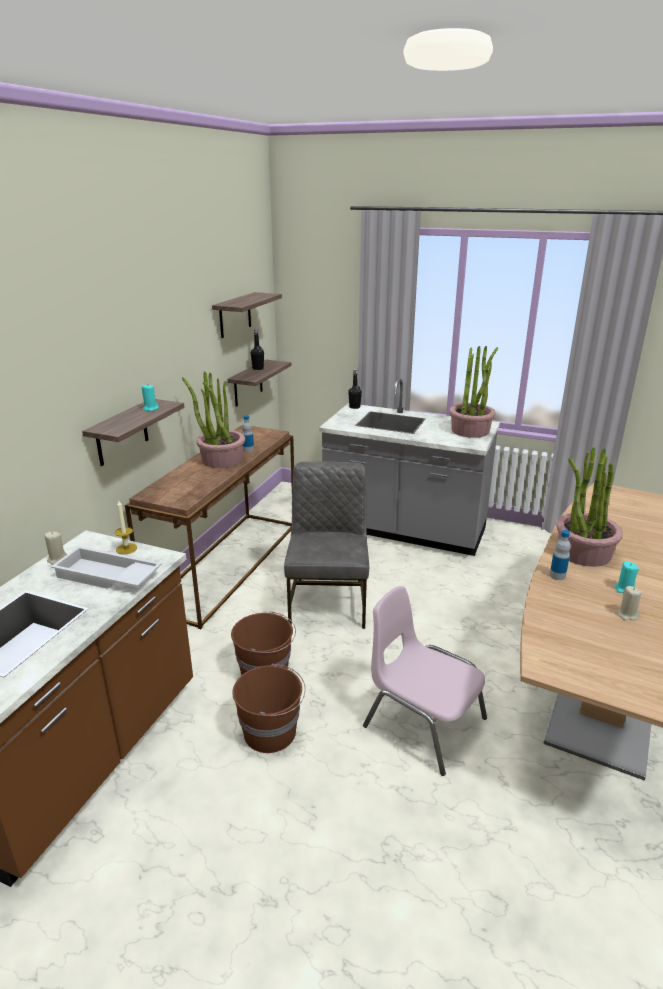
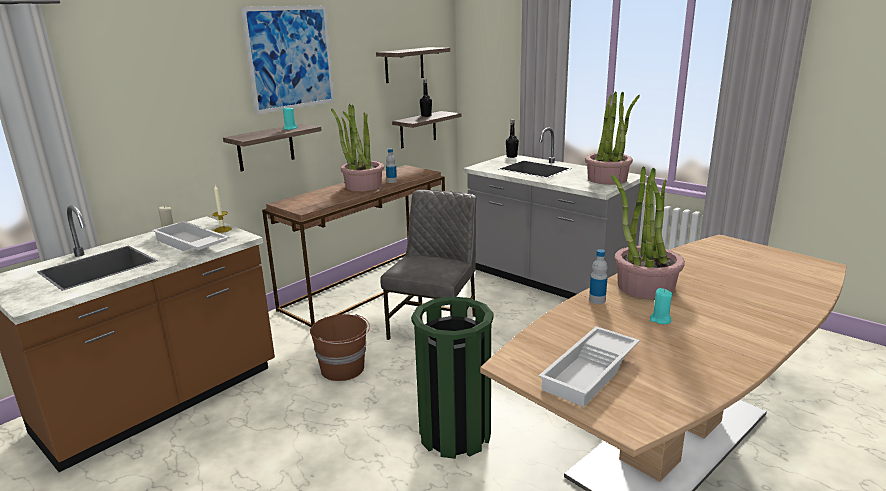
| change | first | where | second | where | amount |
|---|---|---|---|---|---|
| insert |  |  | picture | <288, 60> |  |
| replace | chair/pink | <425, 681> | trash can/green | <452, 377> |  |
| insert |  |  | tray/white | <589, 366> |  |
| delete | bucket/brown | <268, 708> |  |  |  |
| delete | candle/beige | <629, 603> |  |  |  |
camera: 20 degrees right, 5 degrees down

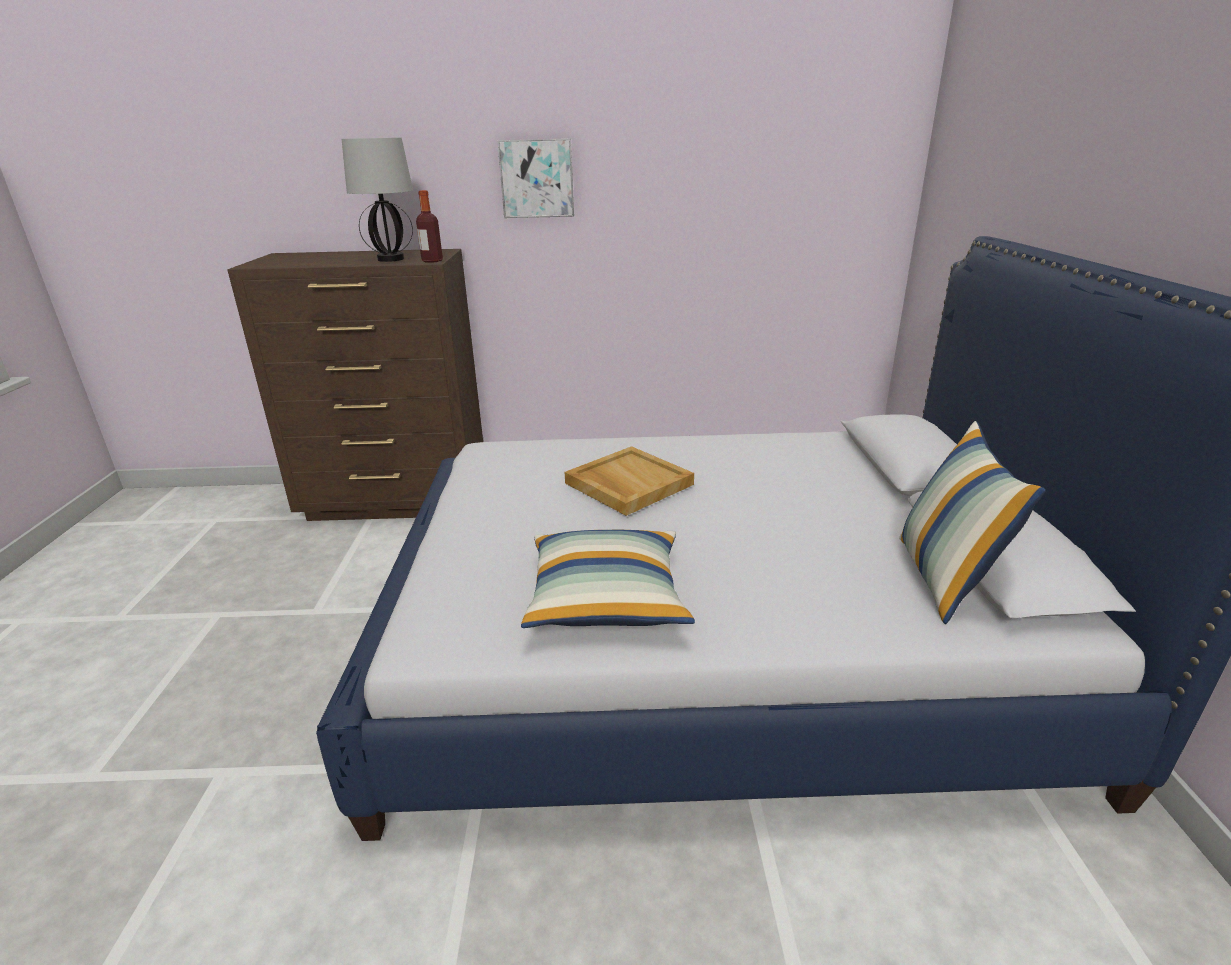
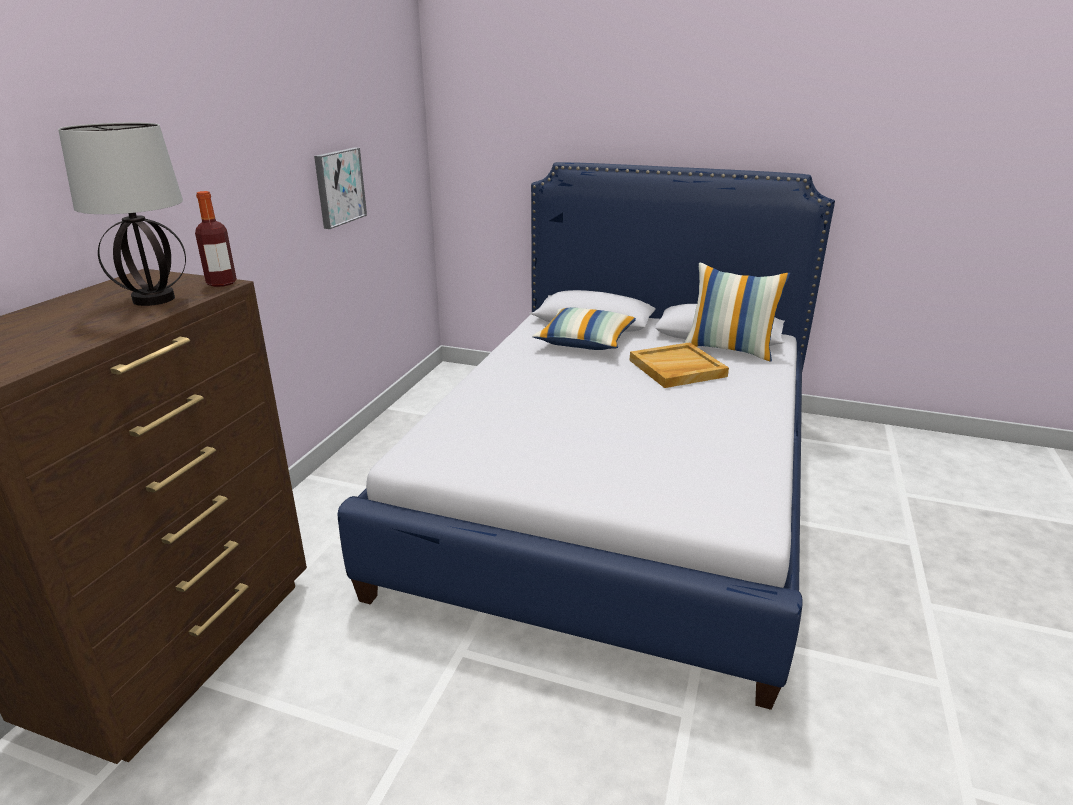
| change | first | where | second | where | amount |
|---|---|---|---|---|---|
| move | picture | <536, 178> |  | <340, 188> |  |
| move | pillow | <608, 579> |  | <584, 329> |  |
| move | tray/beige | <629, 481> |  | <679, 365> |  |
camera: 70 degrees left, 0 degrees up

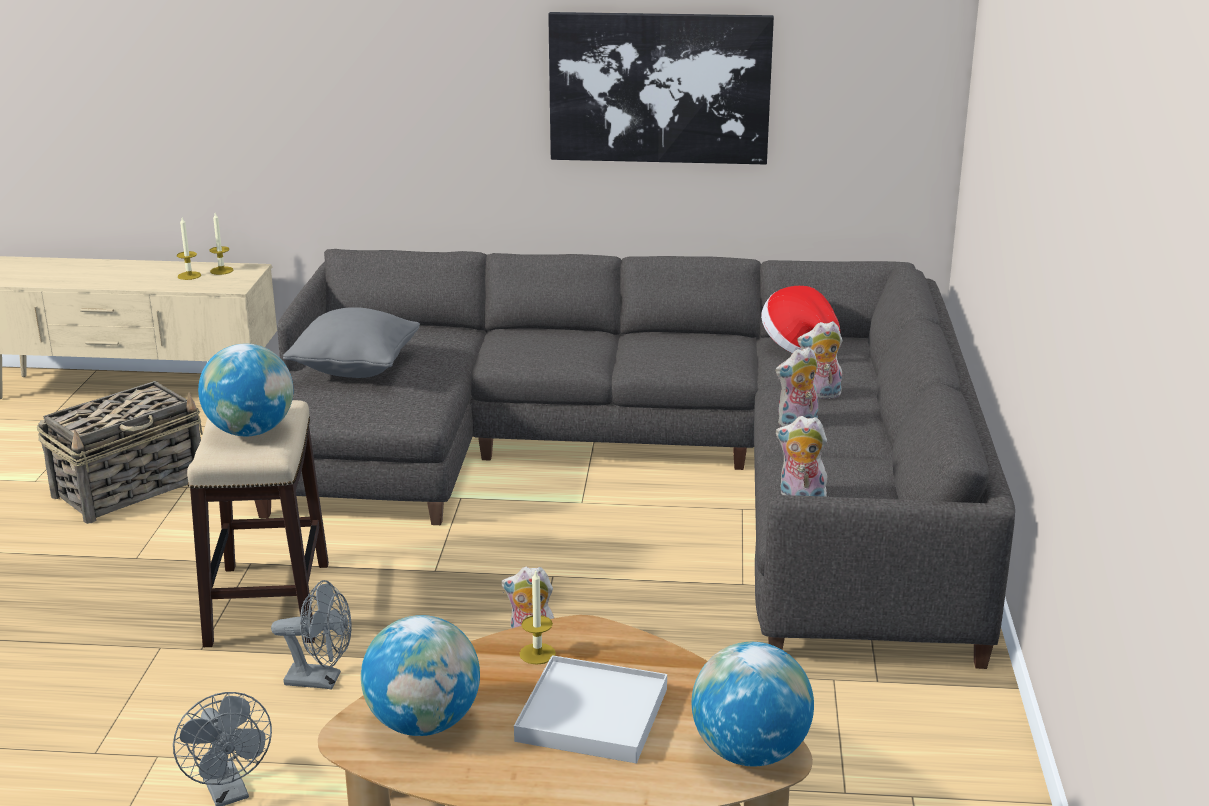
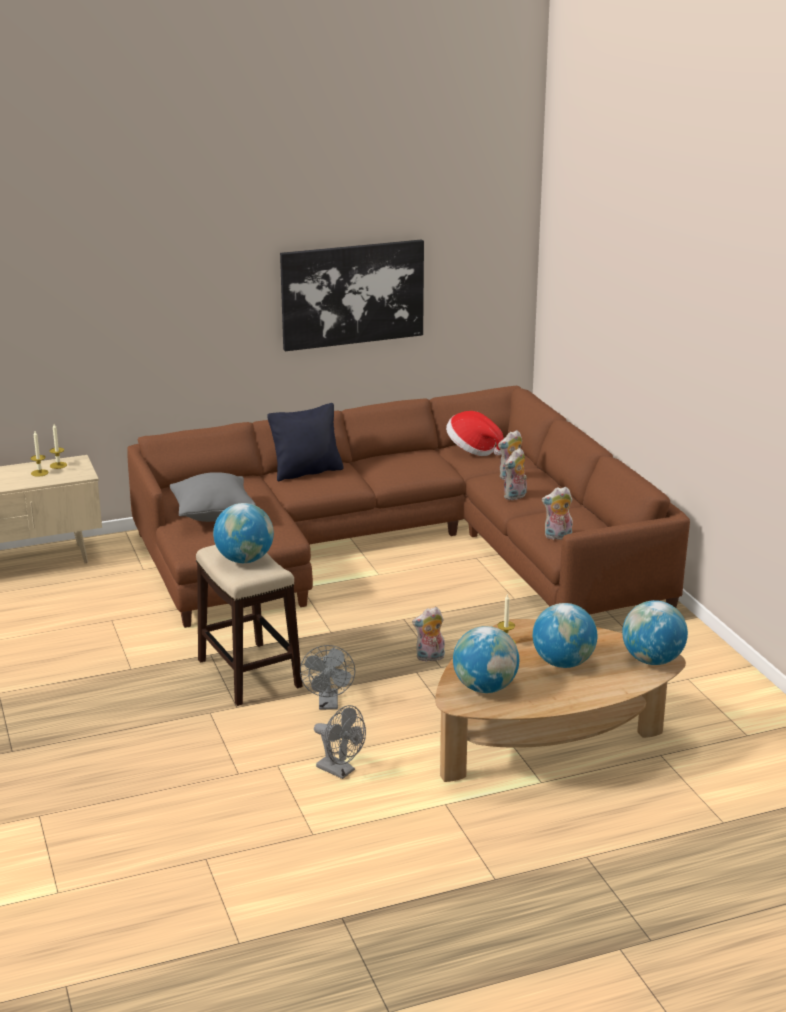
| change | first | where | second | where | amount |
|---|---|---|---|---|---|
| recolor | sofa/grey | <635, 459> | sofa/brown | <408, 507> |  |
| insert |  |  | pillow/black | <305, 442> |  |
| rotate | fan/grey | <311, 634> |  | <327, 677> | 105 degrees clockwise |
| replace | tray/white | <590, 709> | globe | <565, 635> |  |
| delete | basket | <120, 452> |  |  |  |
camera: 25 degrees left, 0 degrees up

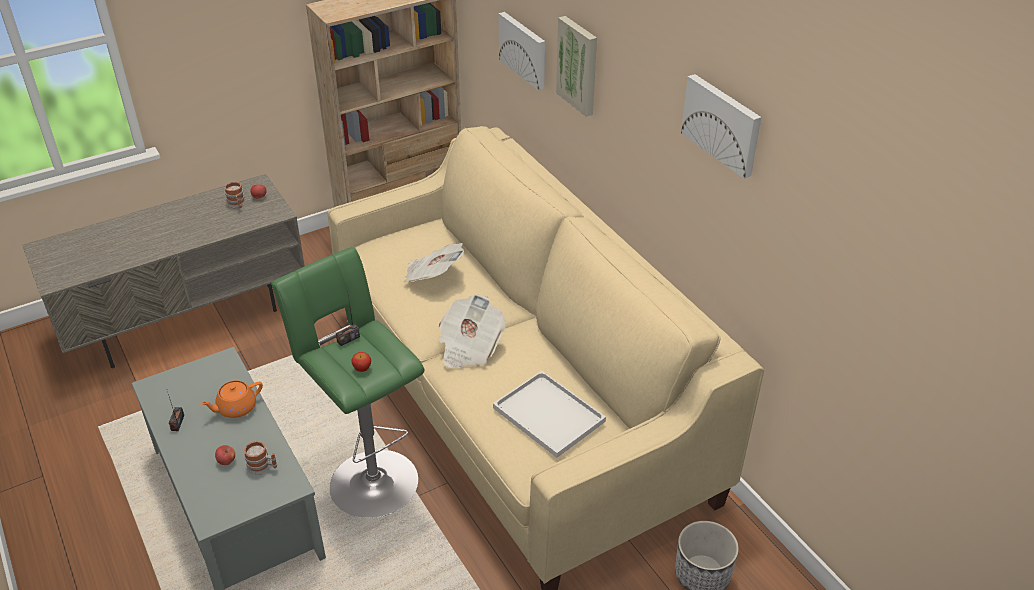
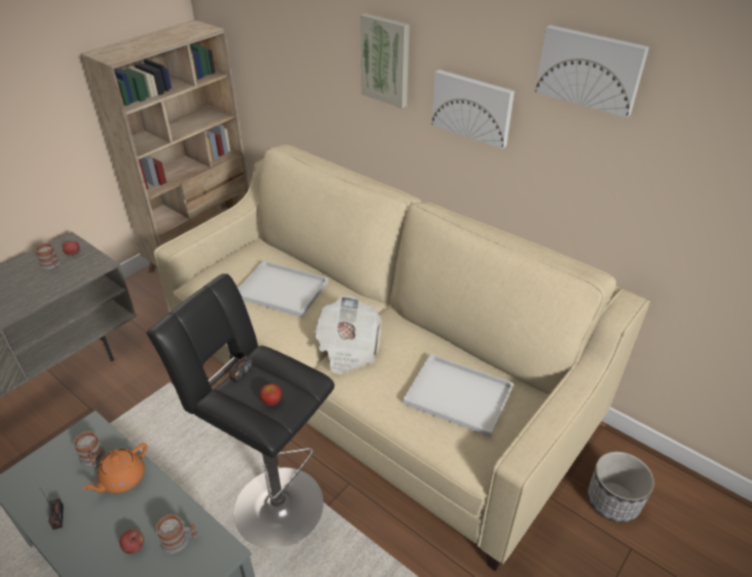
| change | first | where | second | where | amount |
|---|---|---|---|---|---|
| insert |  |  | mug | <89, 449> |  |
| recolor | stool/green | <348, 382> | stool/black | <240, 411> |  |
| replace | newspaper | <434, 262> | tray/white | <283, 289> |  |
| move | picture | <522, 51> |  | <473, 109> |  |
camera: 20 degrees left, 0 degrees up

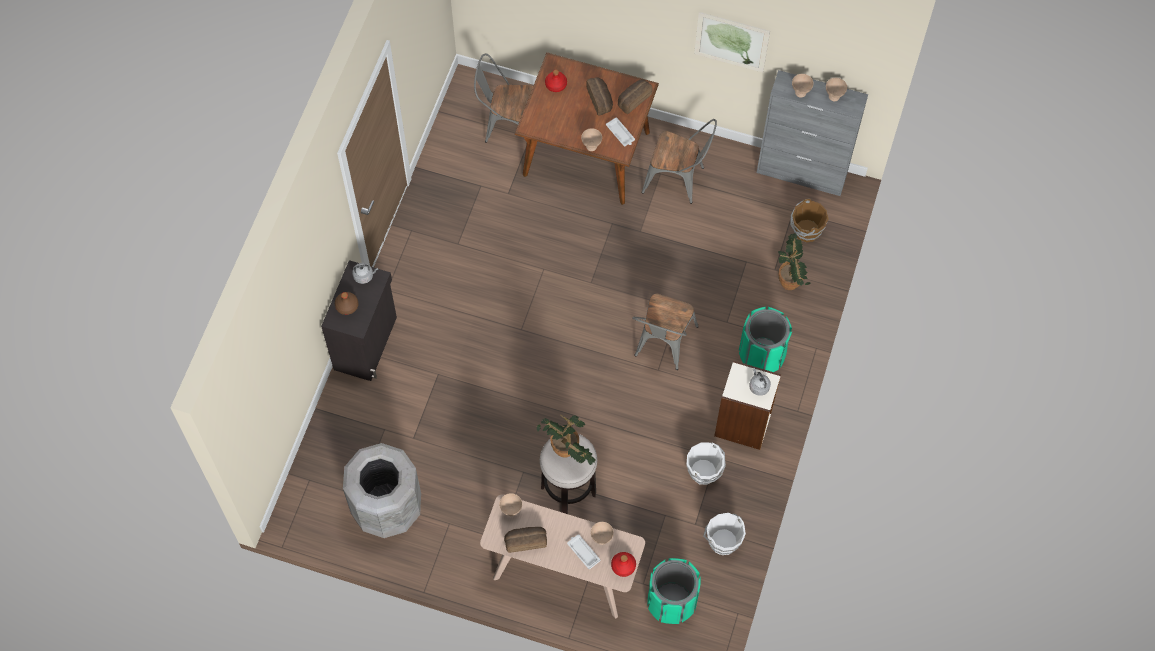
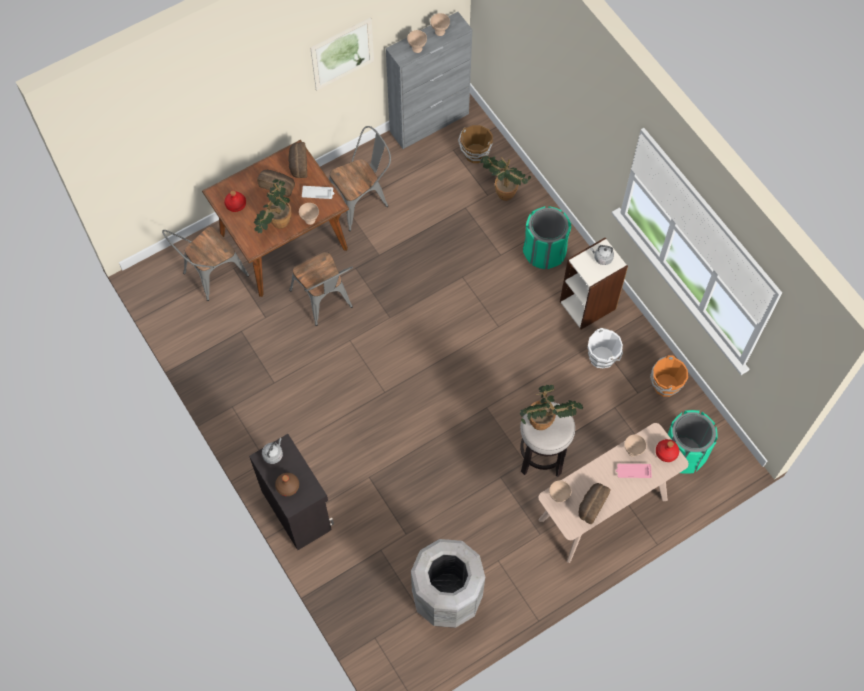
| change | first | where | second | where | amount |
|---|---|---|---|---|---|
| insert |  |  | potted plant | <272, 206> |  |
| move | chair/grey | <665, 332> |  | <321, 289> |  |
| recolor | tray/white | <584, 551> | tray/pink | <634, 471> |  |
| recolor | bucket/white | <724, 534> | bucket/orange | <669, 376> |  |
camera: 50 degrees left, 0 degrees up

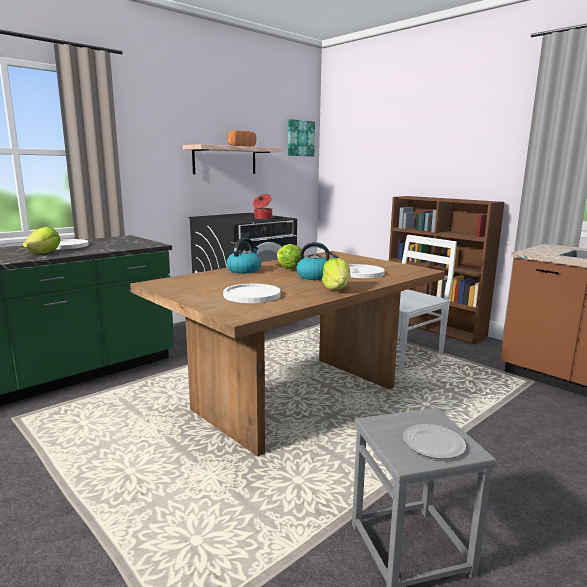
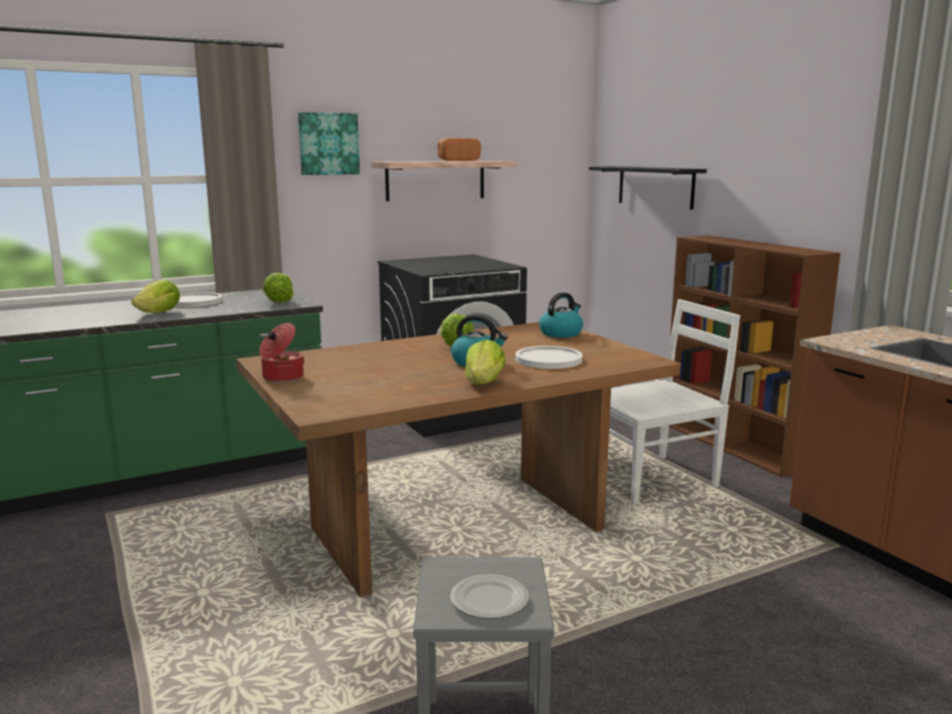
| change | first | where | second | where | amount |
|---|---|---|---|---|---|
| move | cooking pot | <262, 207> |  | <282, 353> |  |
| insert |  |  | lettuce | <278, 287> |  |
| move | picture | <301, 137> |  | <329, 143> |  |
| move | kettle | <244, 256> |  | <561, 315> |  |
| insert |  |  | shelf/black | <648, 188> |  |
| delete | plate/white | <252, 293> |  |  |  |
camera: 15 degrees right, 0 degrees up

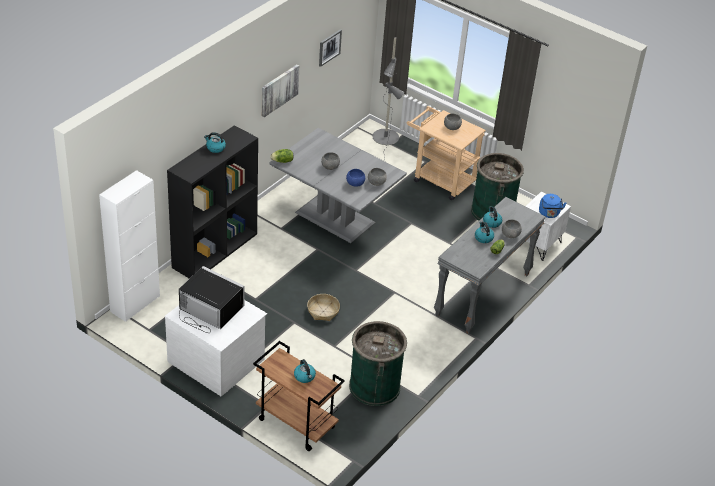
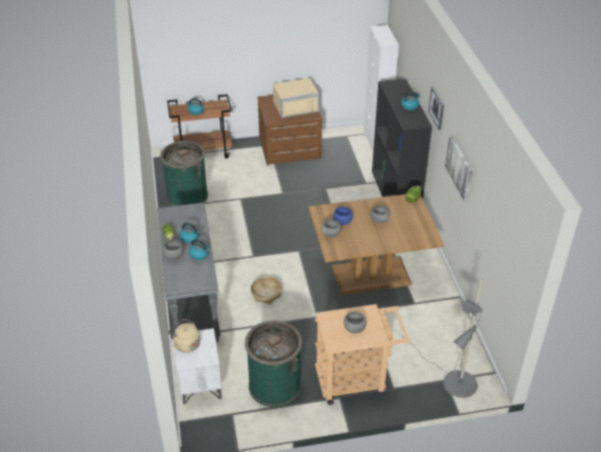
| change | first | where | second | where | amount |
|---|---|---|---|---|---|
| recolor | kettle/blue | <552, 206> | kettle/beige | <184, 336> |  |
| move | basket | <323, 307> |  | <266, 290> |  |
| recolor | dresser/white | <216, 348> | dresser/brown | <290, 130> |  |
| recolor | microwave/black | <212, 299> | microwave/beige | <296, 98> |  |
| recolor | dining table/grey | <338, 185> | dining table/brown | <376, 244> |  |
| move | picture | <330, 48> |  | <436, 108> |  |
camera: 135 degrees right, 0 degrees up

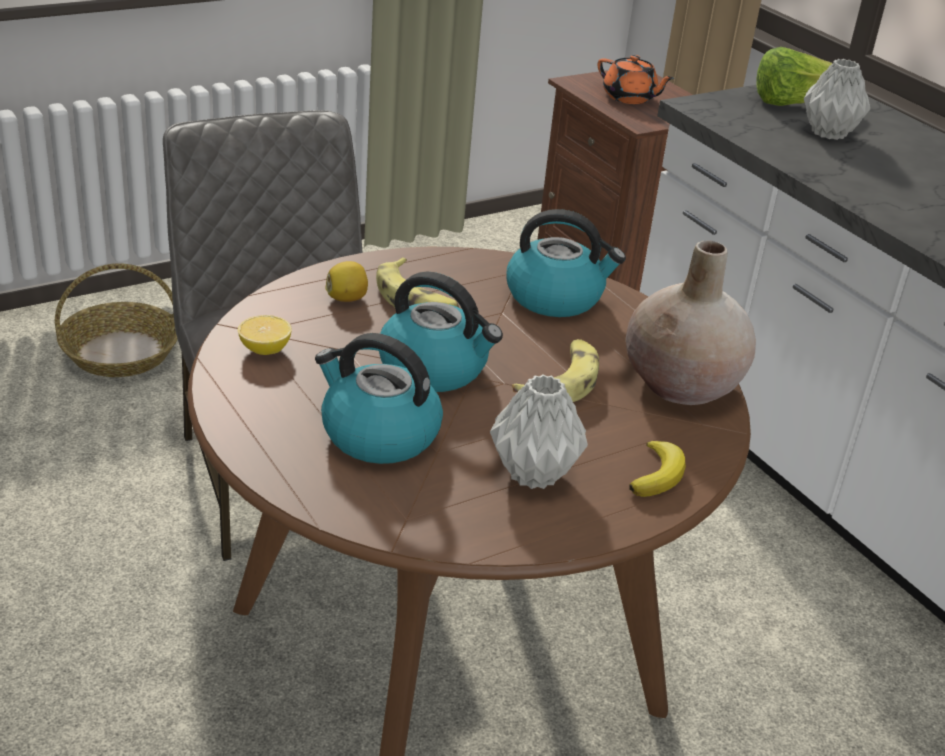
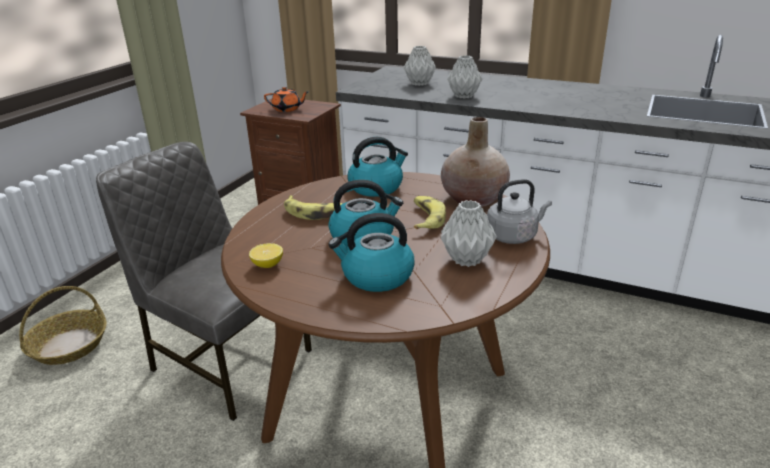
| change | first | where | second | where | amount |
|---|---|---|---|---|---|
| insert |  |  | vase/grey | <464, 77> |  |
| replace | banana | <657, 469> | kettle/grey | <519, 211> |  |
| delete | lemon | <346, 281> |  |  |  |
| delete | lettuce | <794, 76> |  |  |  |
camera: 30 degrees left, 5 degrees down

